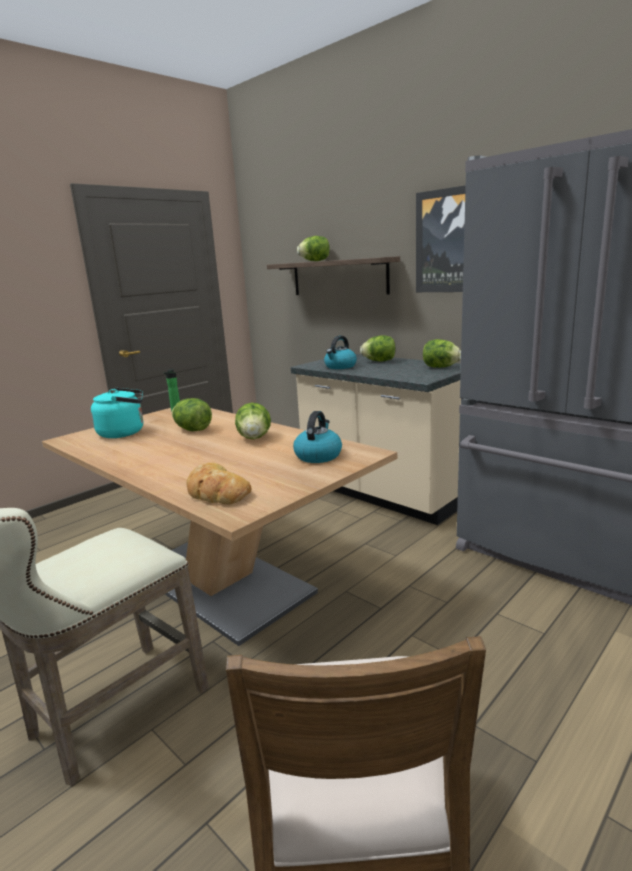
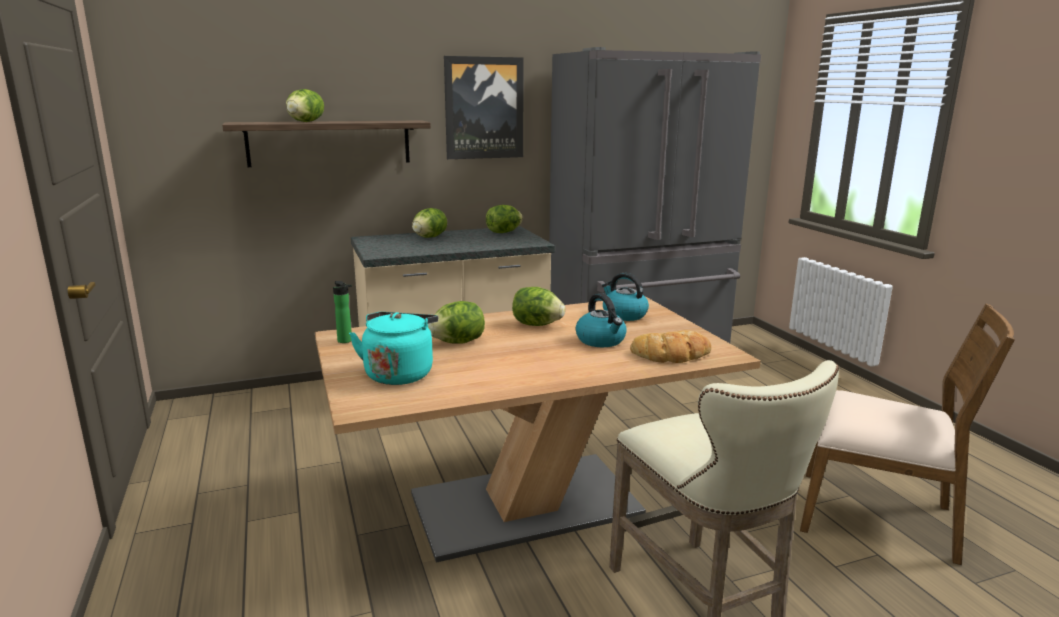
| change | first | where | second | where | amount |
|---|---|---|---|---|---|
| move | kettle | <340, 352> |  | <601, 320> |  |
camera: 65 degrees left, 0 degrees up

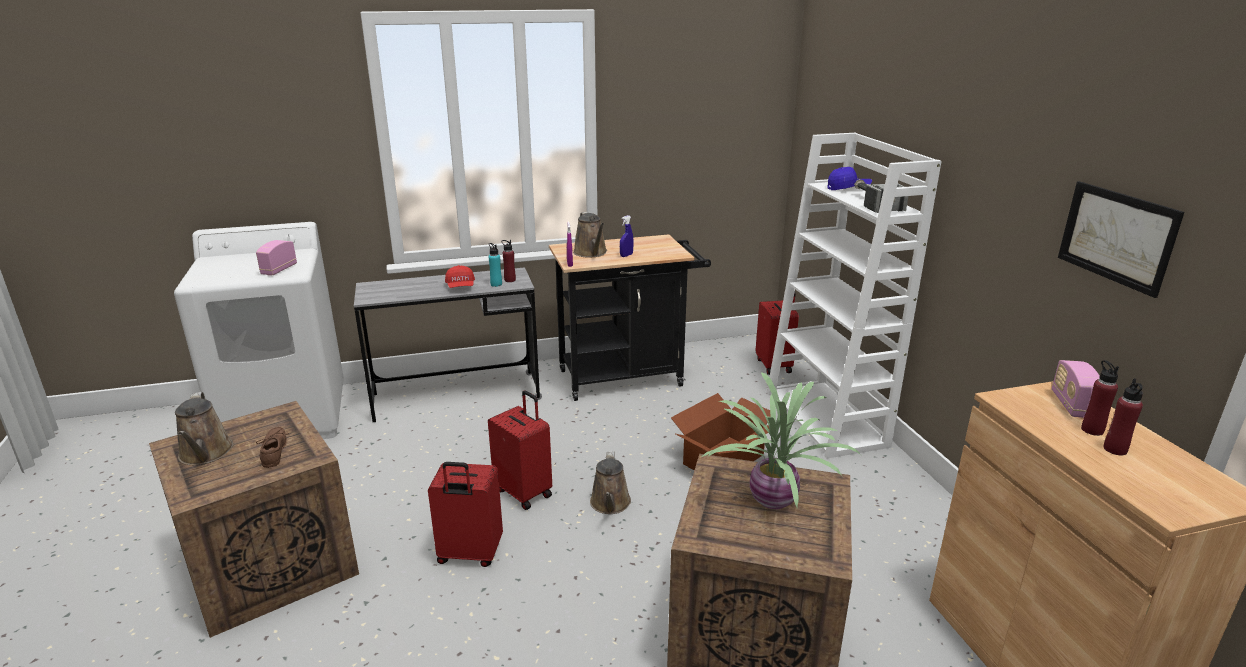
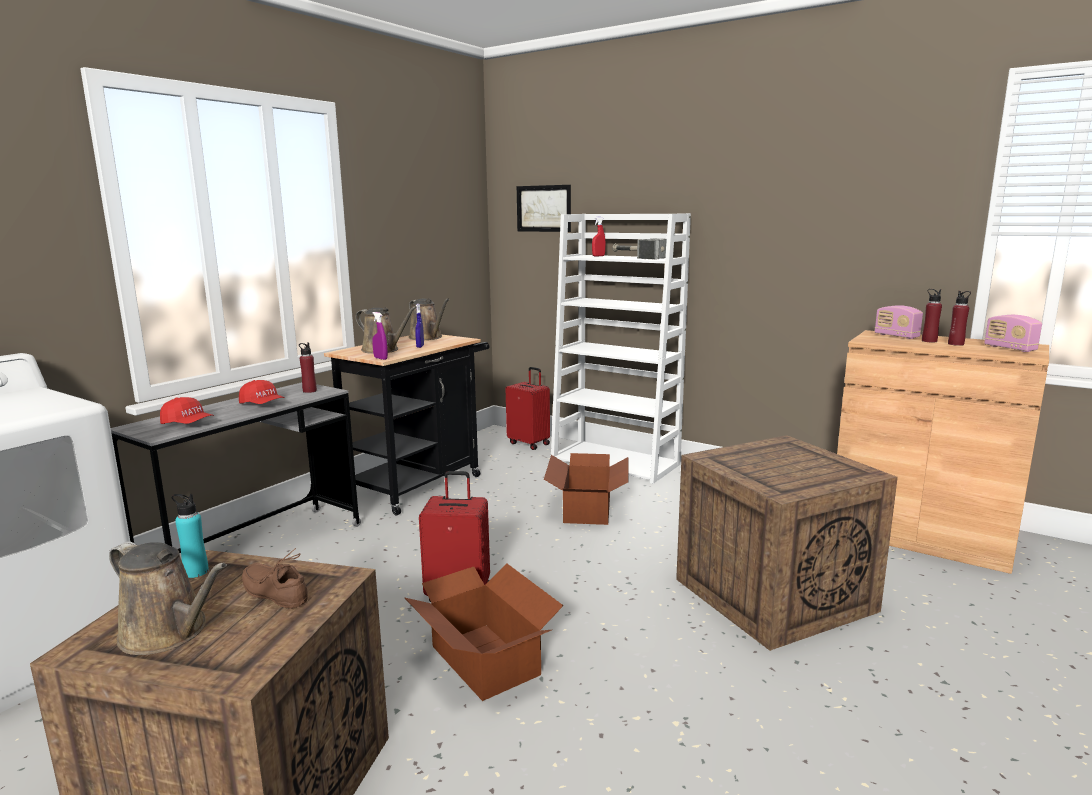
| change | first | where | second | where | amount |
|---|---|---|---|---|---|
| insert |  |  | cap/red | <187, 410> |  |
| move | bottle/turquoise | <495, 265> |  | <190, 536> |  |
| replace | suitcase/red | <465, 514> | cardboard box | <483, 632> |  |
| move | watering can/brown | <610, 482> |  | <429, 319> |  |
| move | picture | <1121, 239> |  | <544, 208> |  |
| replace | cap/blue | <849, 178> | spray bottle/red | <599, 236> |  |
| move | radio | <276, 257> |  | <1013, 333> |  |
| delete | potted plant | <781, 440> |  |  |  |
camera: 40 degrees left, 10 degrees down

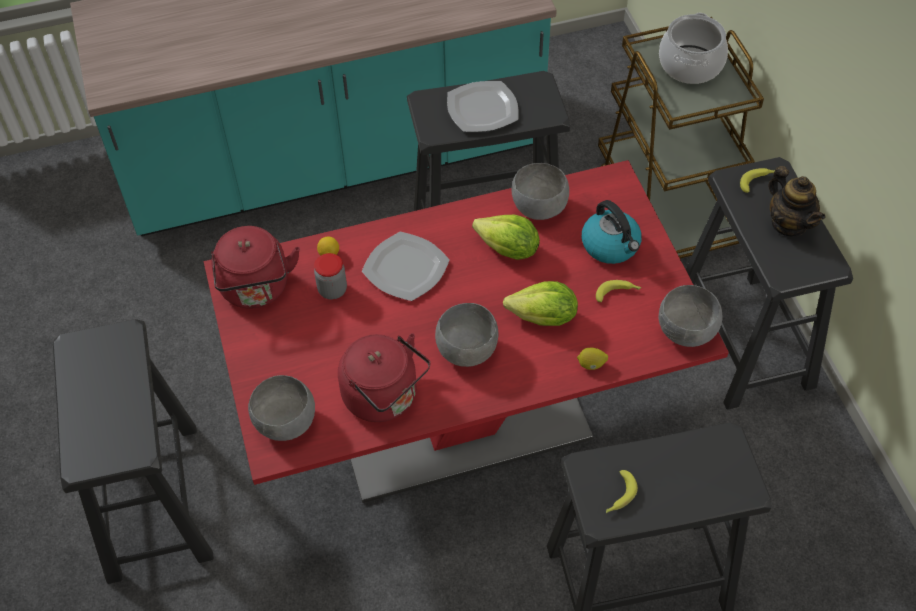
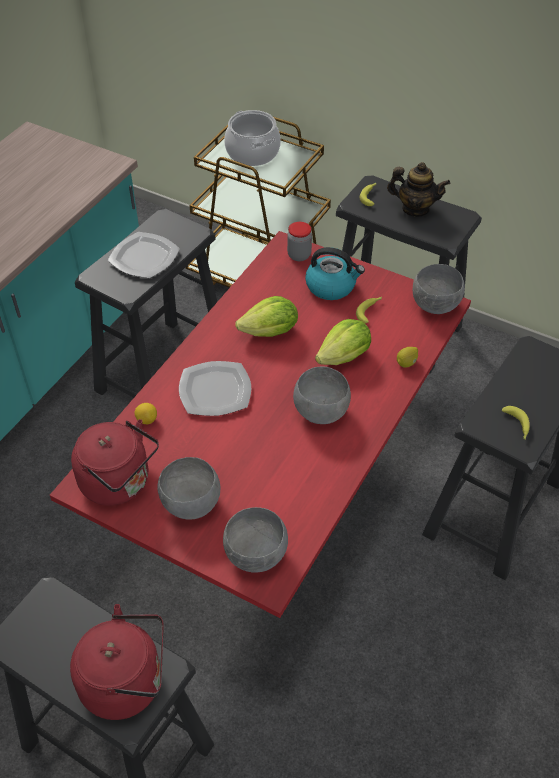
| change | first | where | second | where | amount |
|---|---|---|---|---|---|
| move | kettle/red | <384, 377> |  | <117, 662> |  |
| move | bowl/grey | <540, 191> |  | <188, 488> |  |
| move | jar | <330, 276> |  | <299, 241> |  |
camera: 45 degrees left, 5 degrees down

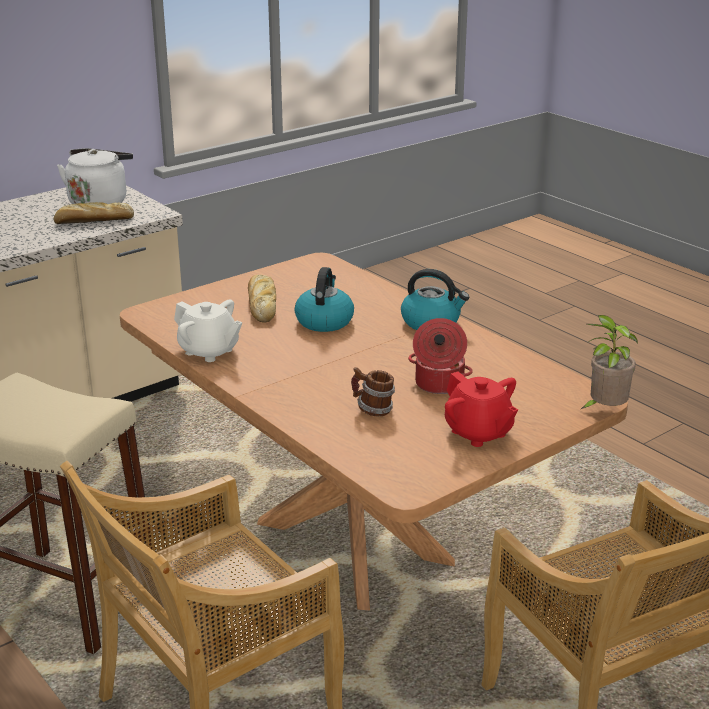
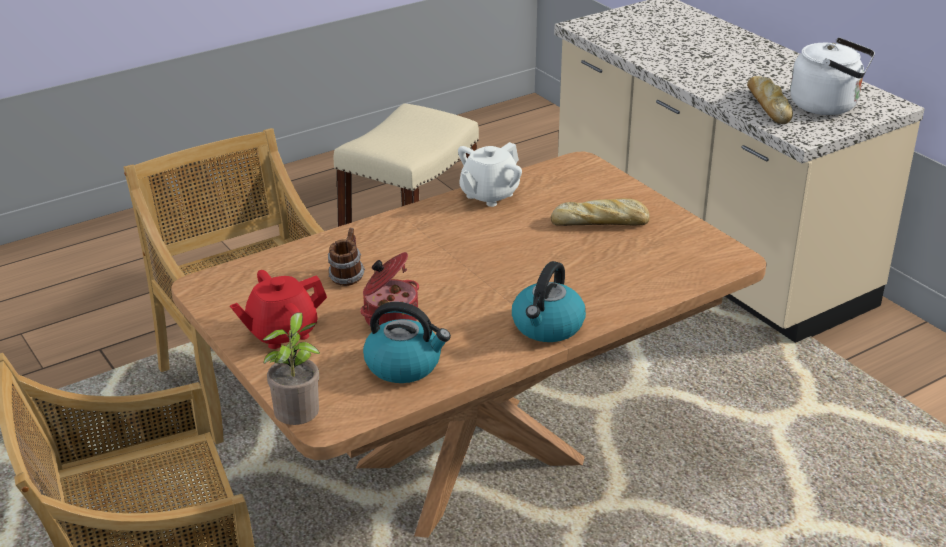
| change | first | where | second | where | amount |
|---|---|---|---|---|---|
| move | kettle | <324, 299> |  | <407, 342> |  |
camera: 95 degrees right, 5 degrees up

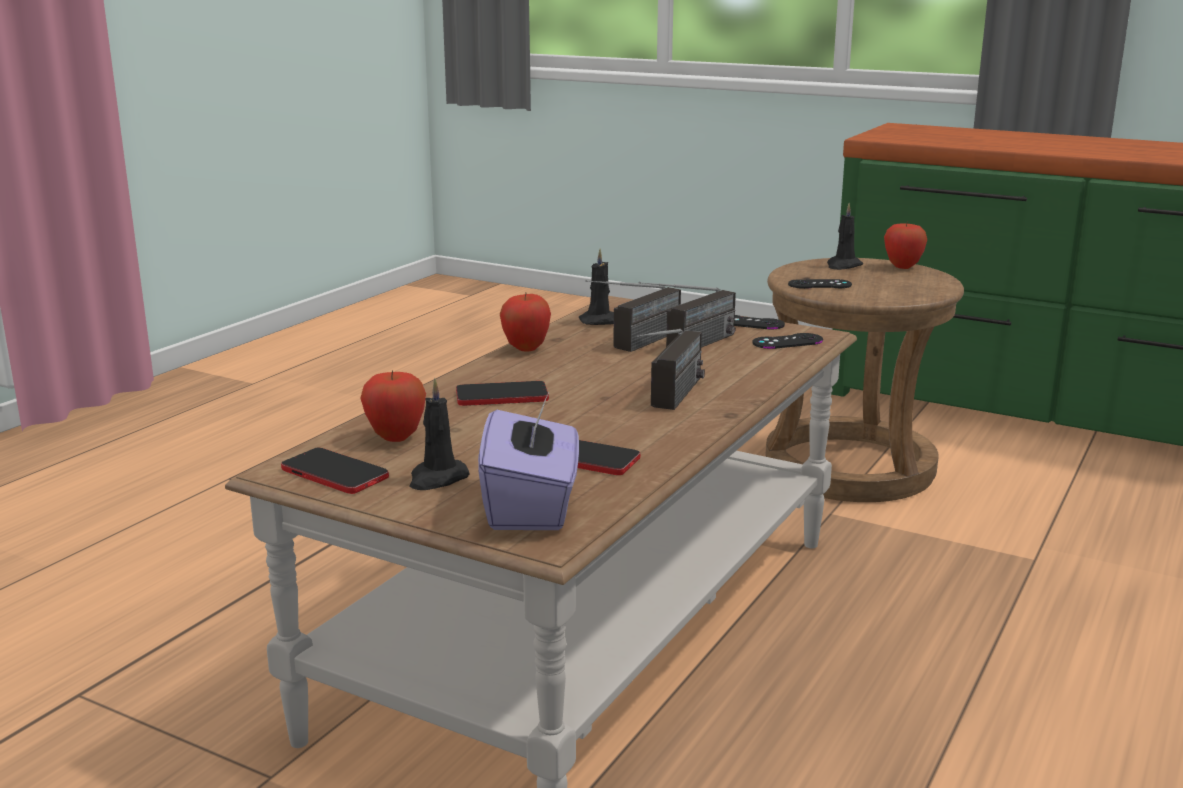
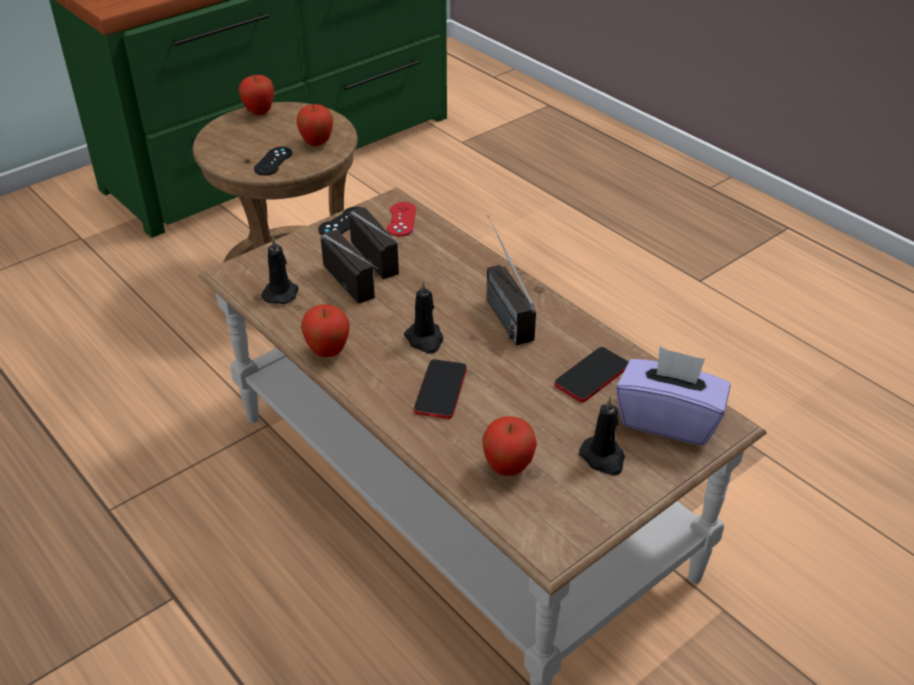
| change | first | where | second | where | amount |
|---|---|---|---|---|---|
| insert |  |  | apple | <315, 125> |  |
| recolor | game controller/black | <788, 341> | game controller/red | <401, 219> |  |
| move | candle/black | <845, 236> |  | <423, 317> |  |
| rotate | radio | <671, 369> |  | <511, 280> | 150 degrees counterclockwise |
| delete | phone | <335, 471> |  |  |  |
camera: 70 degrees left, 20 degrees up

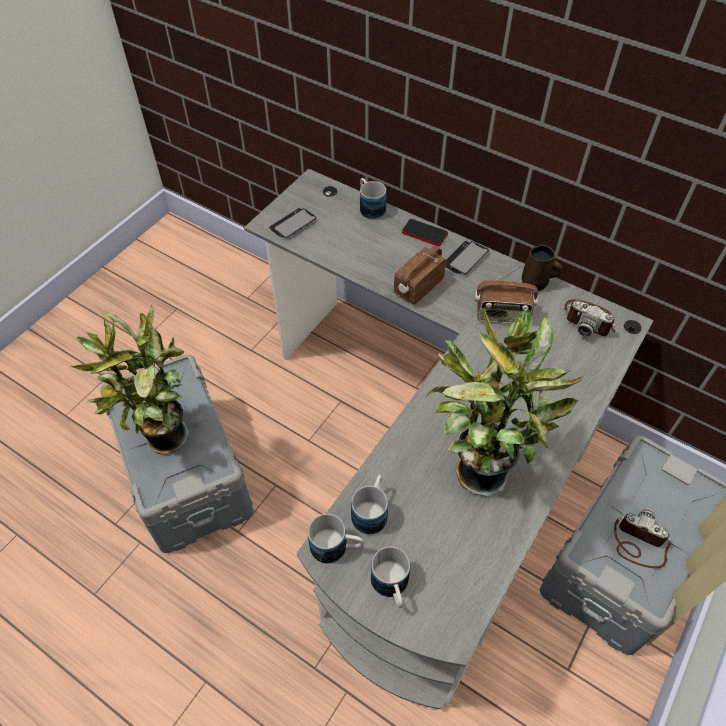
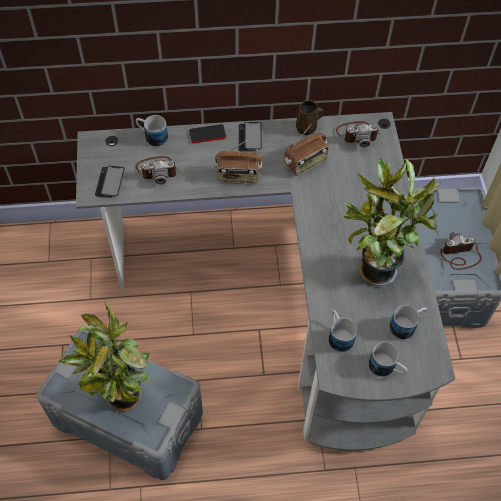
| change | first | where | second | where | amount |
|---|---|---|---|---|---|
| insert |  |  | photo camera | <157, 170> |  |
| rotate | radio | <420, 275> |  | <238, 162> | 90 degrees counterclockwise |
| move | mug | <336, 539> |  | <408, 322> |  |
camera: 40 degrees left, 5 degrees up

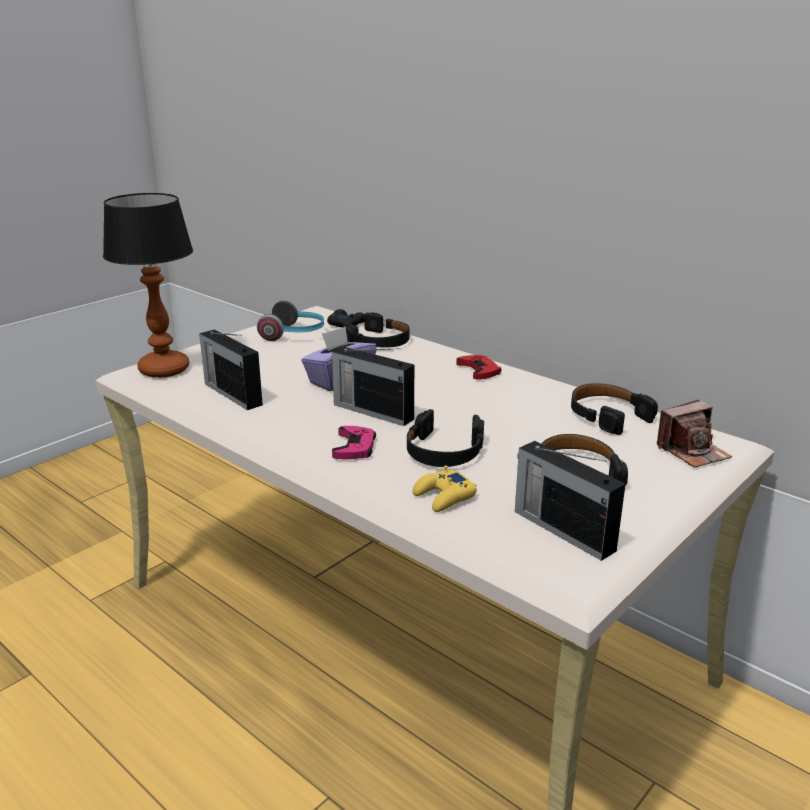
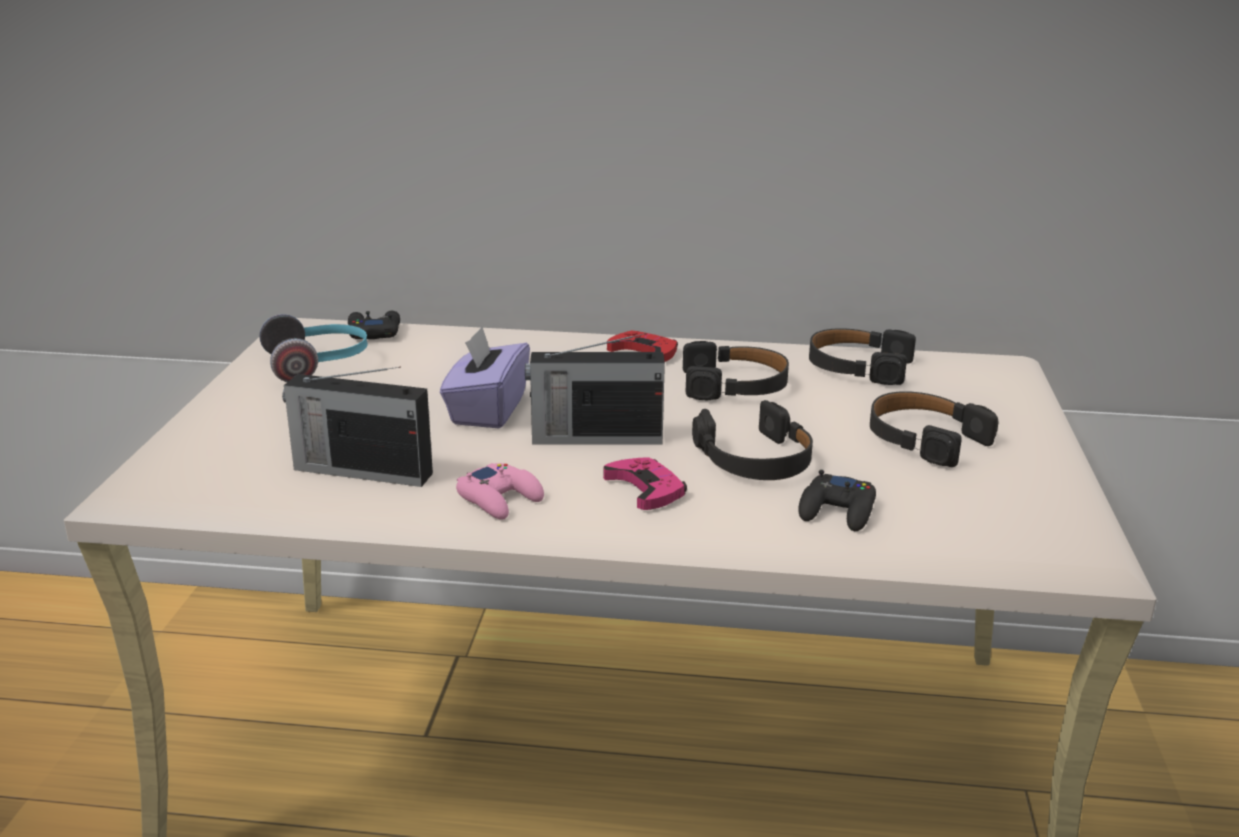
| change | first | where | second | where | amount |
|---|---|---|---|---|---|
| insert |  |  | game controller/pink | <500, 491> |  |
| move | headphones/black | <375, 330> |  | <736, 370> |  |
| recolor | game controller/yellow | <445, 488> | game controller/black | <837, 500> |  |
| delete | table lamp | <148, 285> |  |  |  |
| delete | radio | <570, 501> |  |  |  |
| delete | photo camera | <694, 434> |  |  |  |
camera: 35 degrees left, 0 degrees up

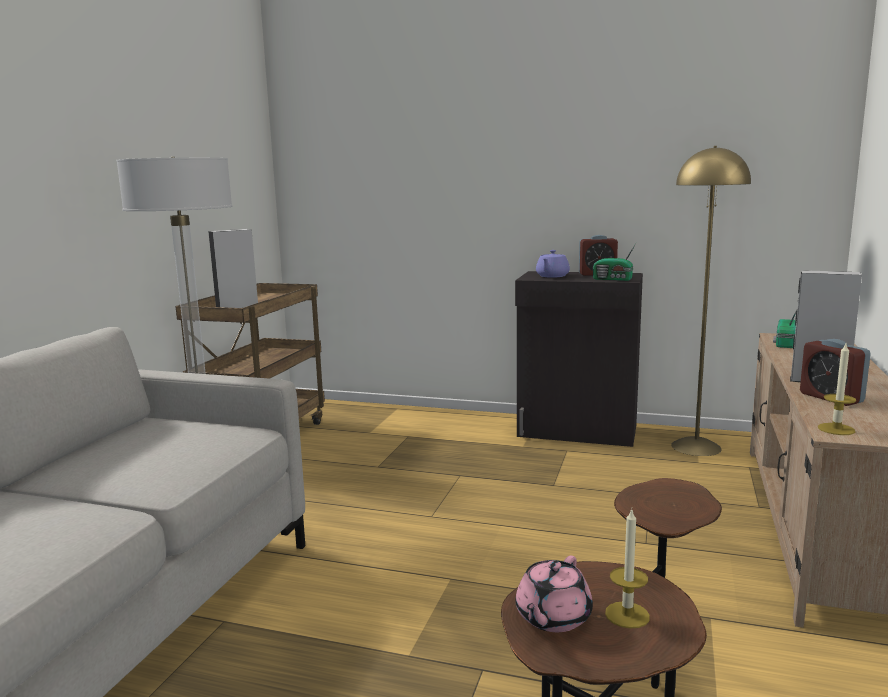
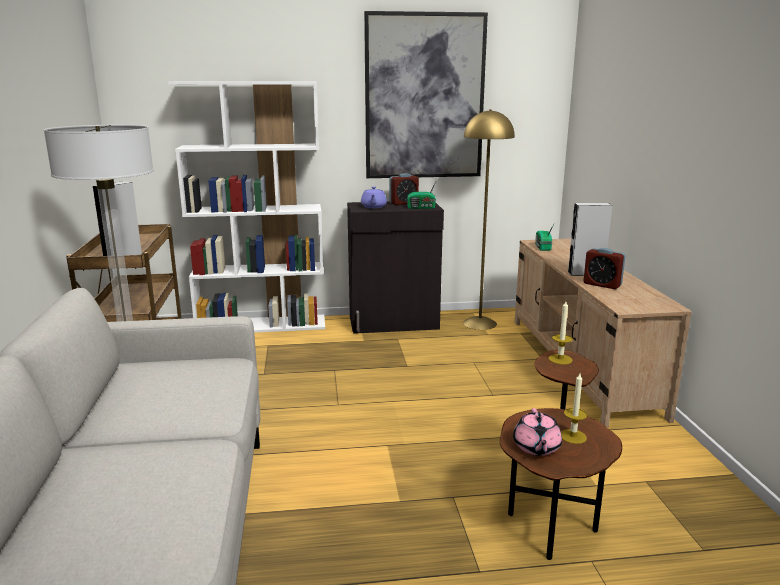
| change | first | where | second | where | amount |
|---|---|---|---|---|---|
| insert |  |  | bookcase/white | <246, 207> |  |
| insert |  |  | picture | <426, 94> |  |
| move | candle | <837, 389> |  | <560, 332> |  |
camera: 25 degrees left, 5 degrees up

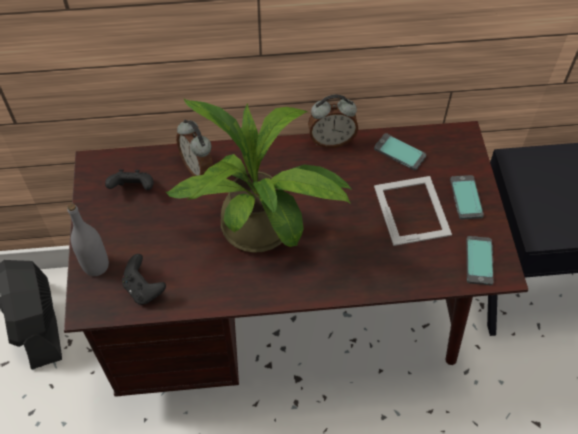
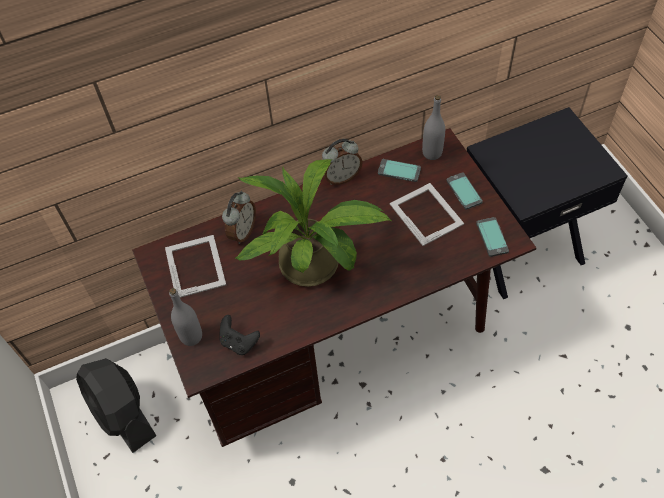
| change | first | where | second | where | amount |
|---|---|---|---|---|---|
| replace | game controller/black | <129, 179> | picture frame | <195, 266> |  |
| rotate | alarm clock | <194, 147> |  | <239, 217> | 105 degrees counterclockwise |
| insert |  |  | bottle/grey | <433, 127> |  |
camera: 15 degrees left, 0 degrees up

